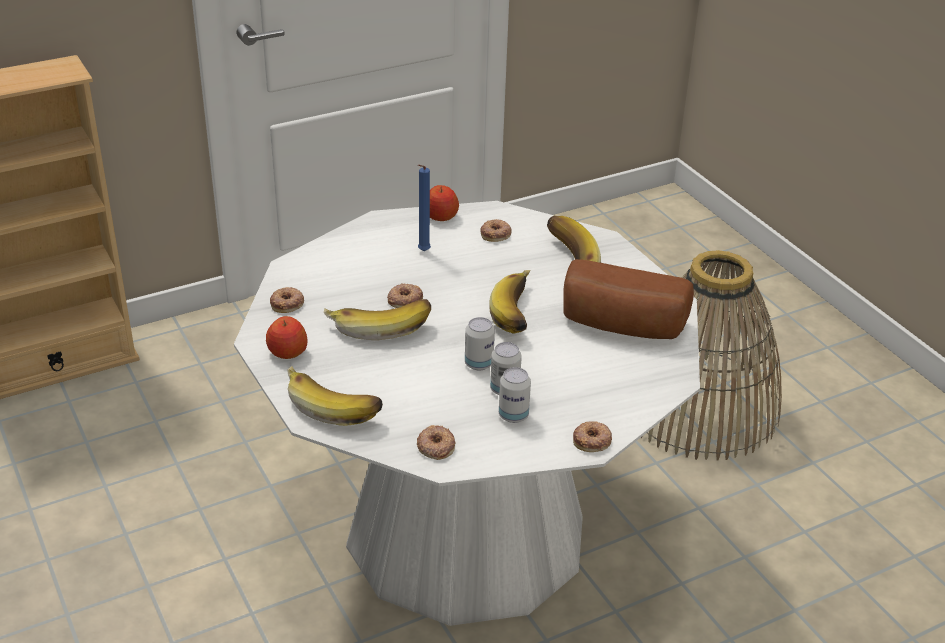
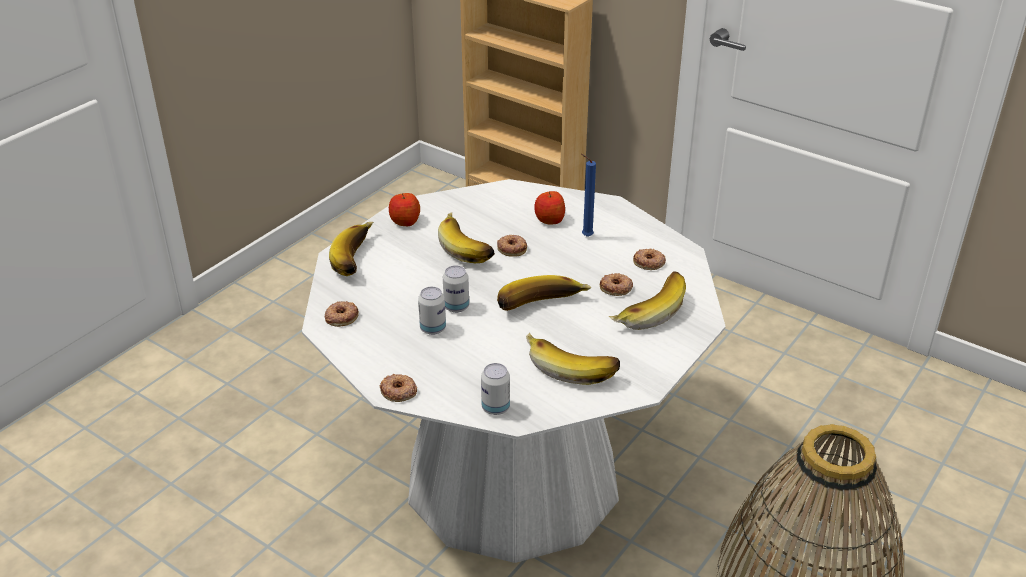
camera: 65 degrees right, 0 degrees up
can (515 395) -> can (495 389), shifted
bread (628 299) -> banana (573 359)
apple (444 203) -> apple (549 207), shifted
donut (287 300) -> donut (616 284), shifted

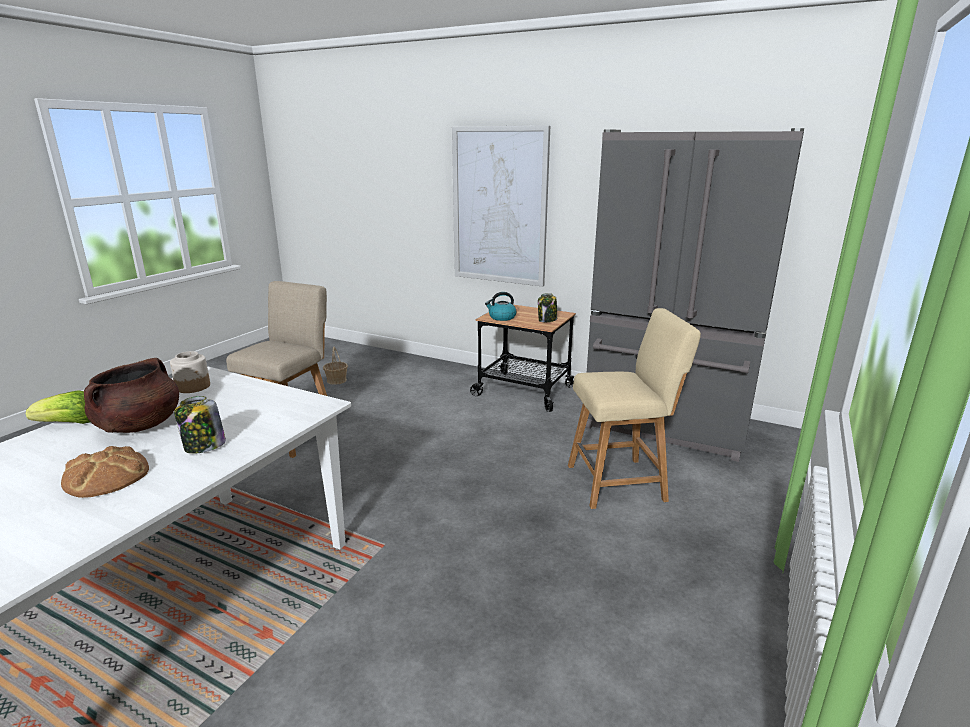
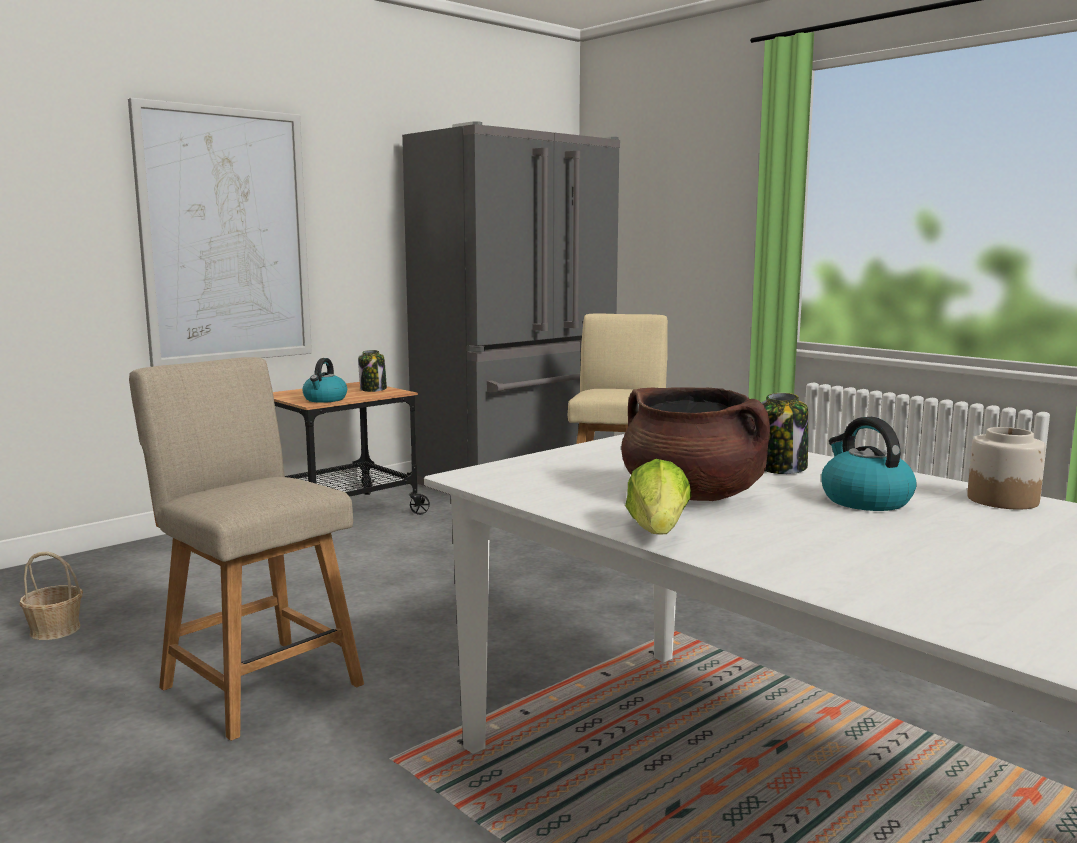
camera: 70 degrees left, 10 degrees down
bread (105 472) -> kettle (869 464)
jar (190 372) -> jar (1006 468), shifted

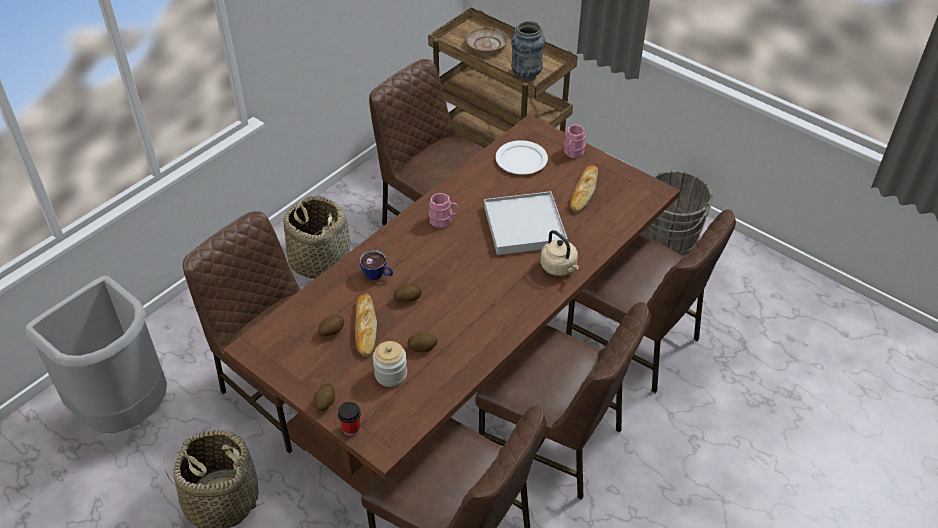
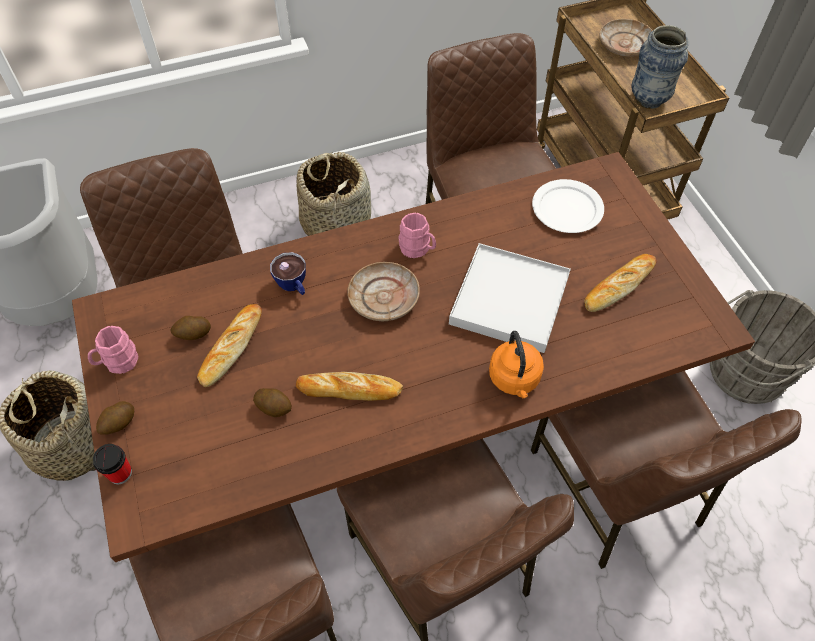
camera: 30 degrees right, 10 degrees up
pink mug (575 141) -> pink mug (113 350), shifted
none -> bread (349 386)
none -> beige plate (383 291)
beige kettle (559 253) -> orange kettle (516 364)
jar (390 364) -> none
potato (407 293) -> none

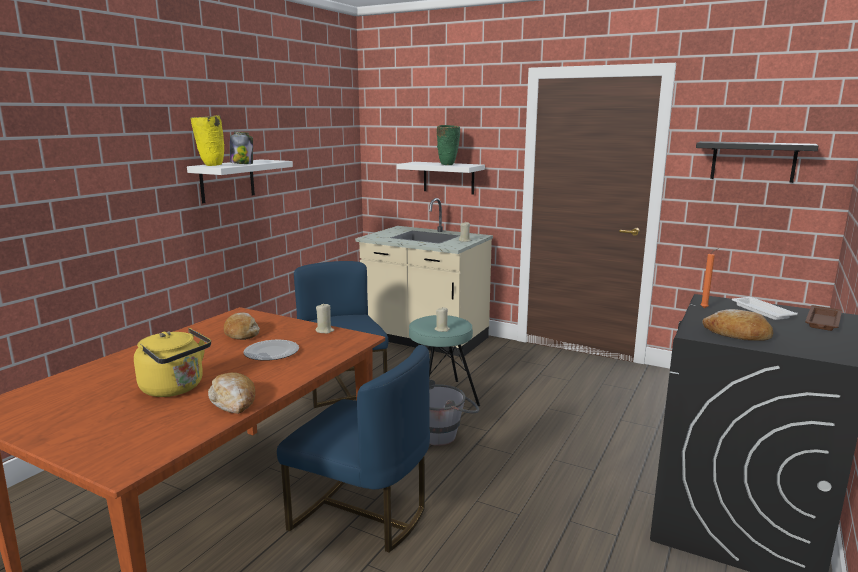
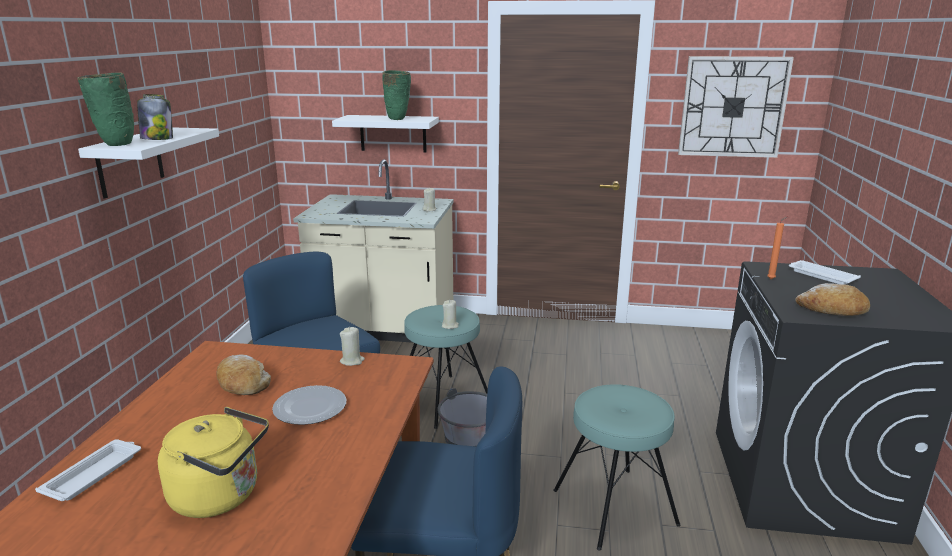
camera: 20 degrees left, 5 degrees up
none -> white tray (88 470)
yellow vase (207 140) -> green vase (105 109)
none -> turquoise stool (617 467)
black shelf (757 162) -> wall clock (736 107)
bread (231 393) -> none
brown tray (823 318) -> none

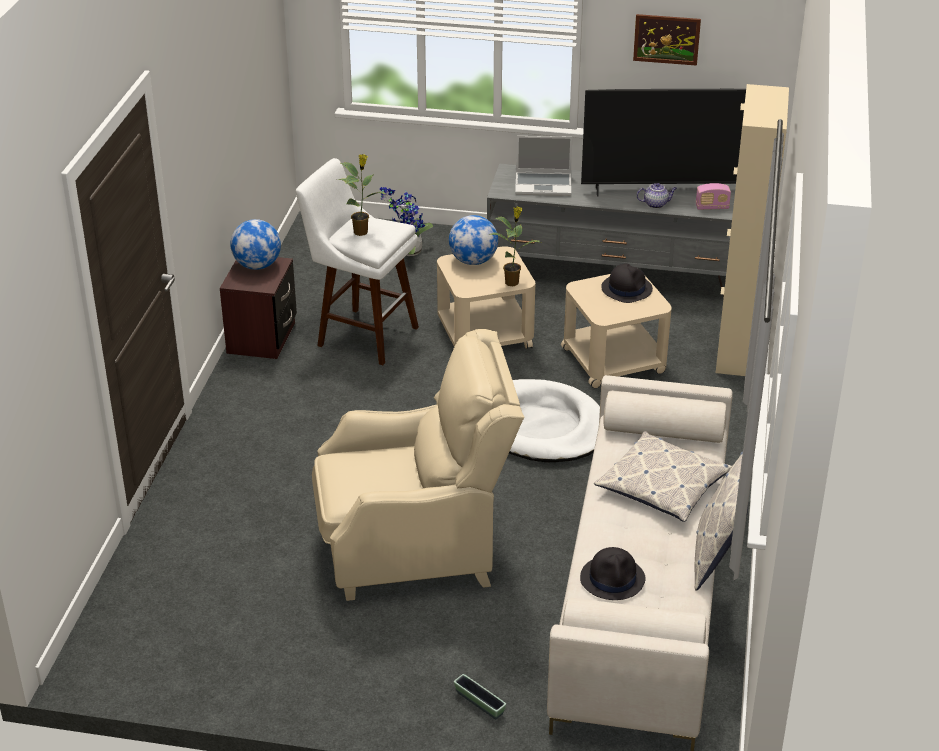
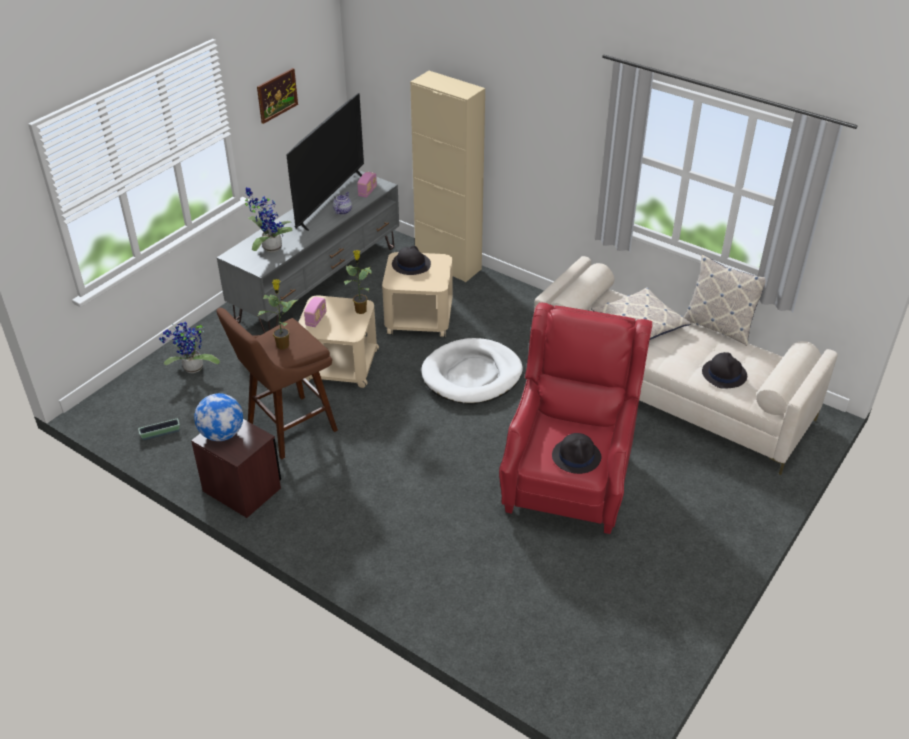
camera: 65 degrees left, 5 degrees up
planter (480 696) -> planter (159 429), shifted
white stool (357 261) -> brown stool (277 383)
laptop (543 166) -> potted plant (268 219)
globe (473 240) -> radio (315 312)
beige armchair (418 465) -> red armchair (575 418)
none -> black hat (576 453)

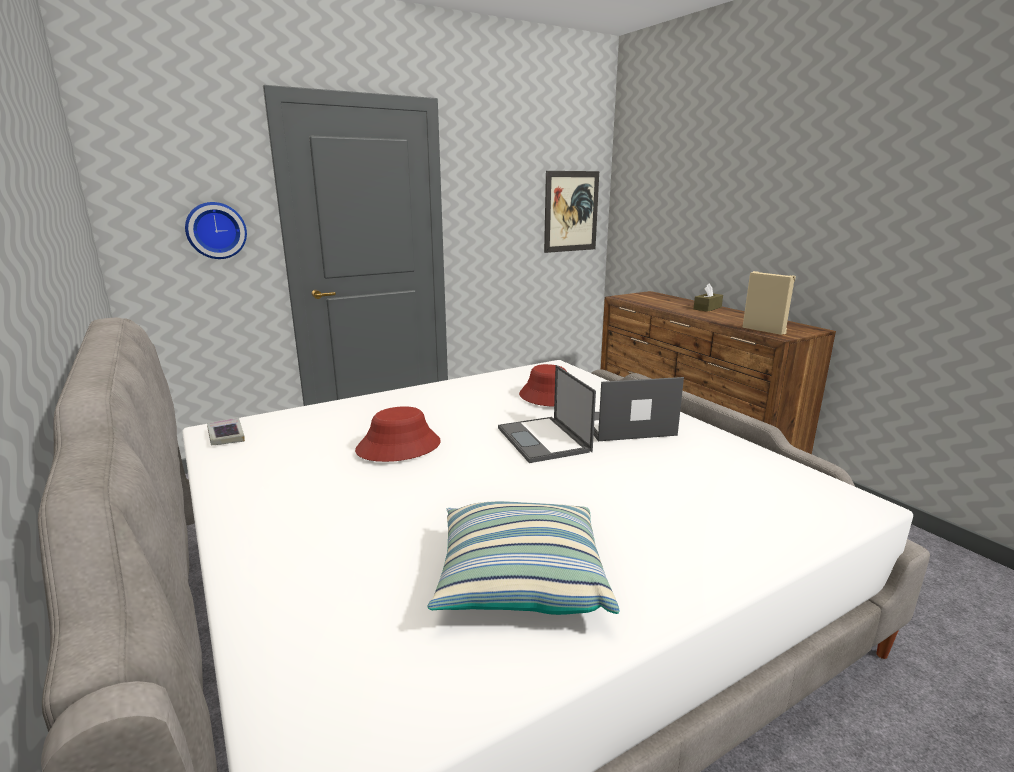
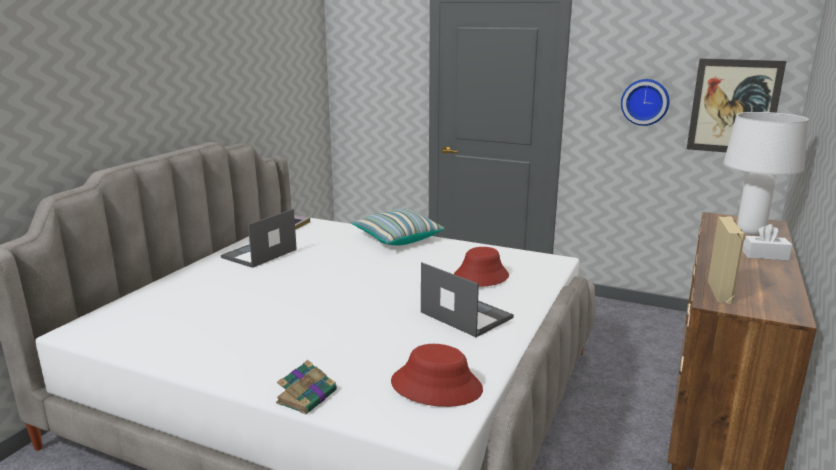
camera: 55 degrees right, 0 degrees up
laptop (547 414) -> laptop (258 238), shifted
none -> book (306 387)
pillow (524 558) -> pillow (398 226), shifted
red hat (398 434) -> red hat (437 375), shifted
wall clock (216 230) -> wall clock (645 102), shifted
none -> white table lamp (766 173)
brown tissue box (708 297) -> white tissue box (767 242)

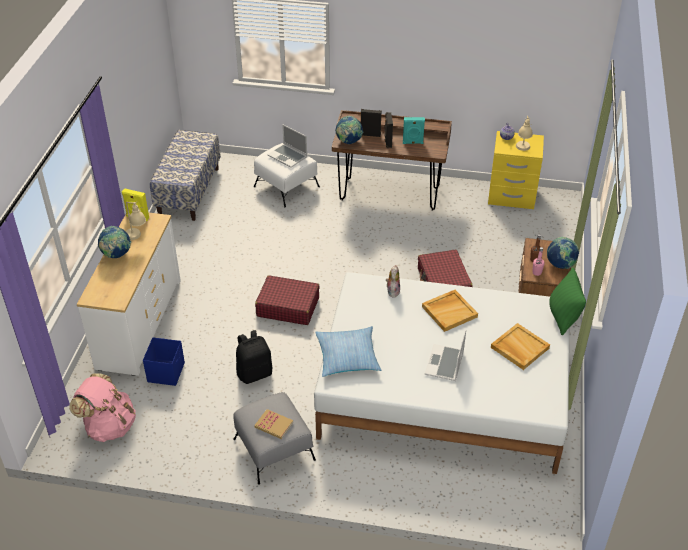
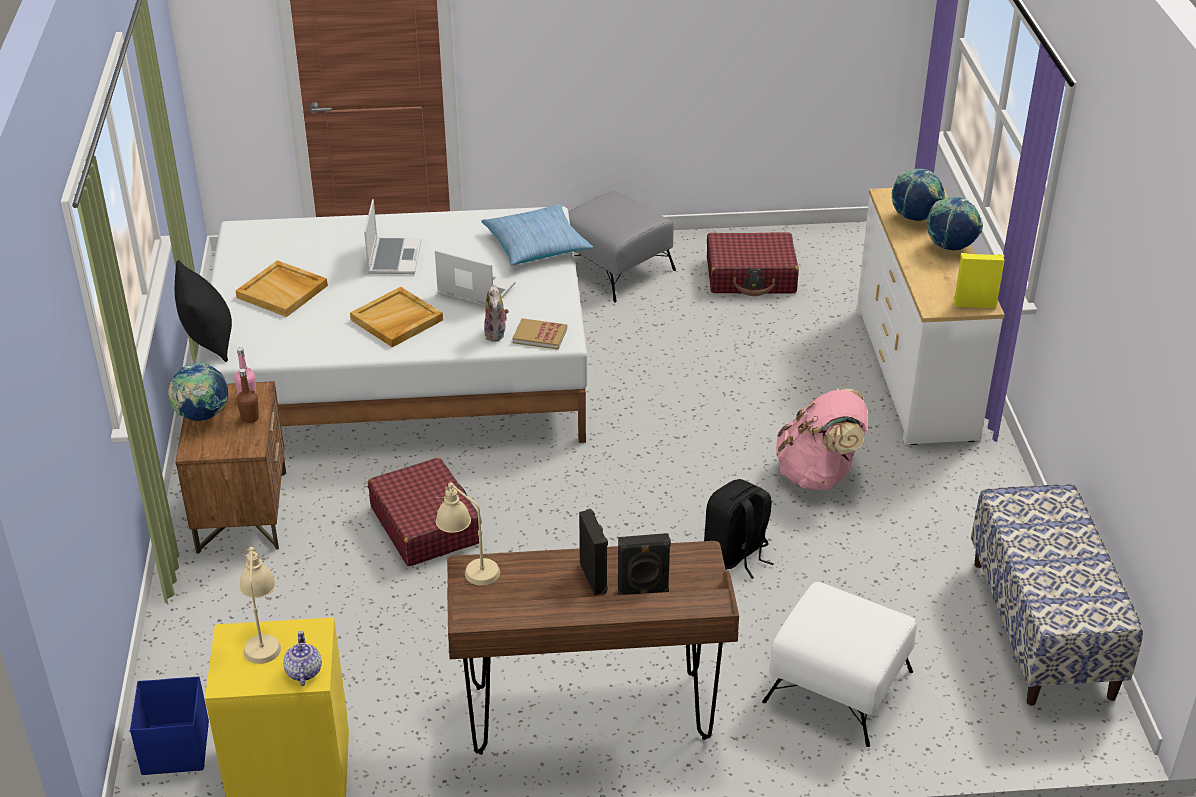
camera: 165 degrees right, 5 degrees down
blue storage box (164 361) -> blue storage box (169 725), shifted
green pillow (567 301) -> black pillow (203 311)
laptop (288 146) -> laptop (475 278), shifted
beige table lamp (136 221) -> beige table lamp (468 534), shifted
book (274 424) -> book (539 333), shifted
black backpack (254 357) -> black backpack (739 529), shifted
red suitcase (287 300) -> red suitcase (753 264), shifted
pink backpack (102 408) -> pink backpack (822 439), shifted
globe (349 130) -> globe (918 195), shifted
turquoise speaker (414 130) -> none

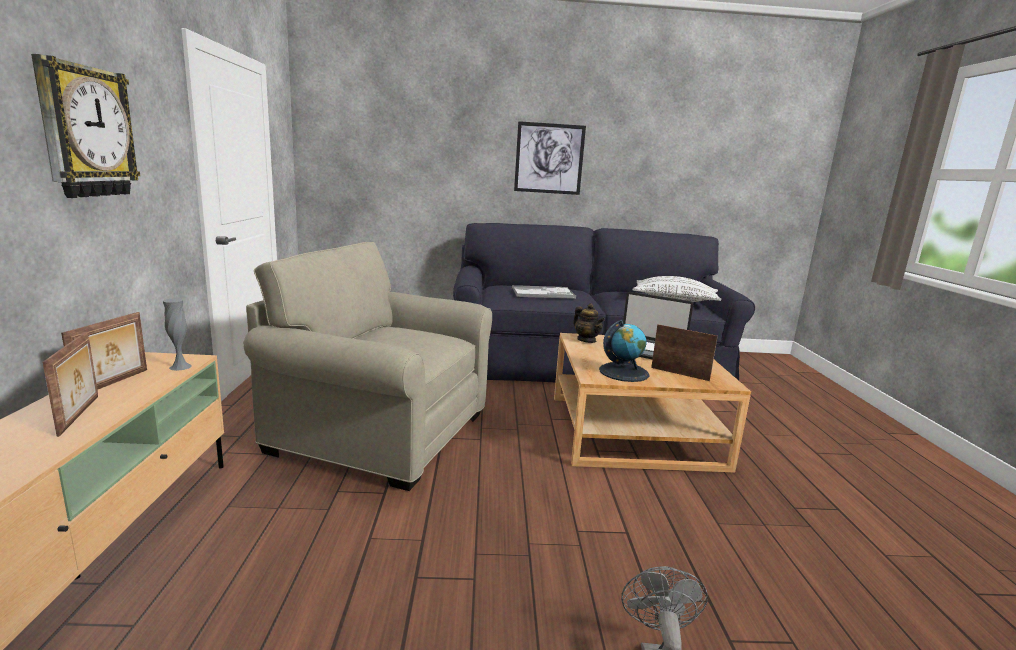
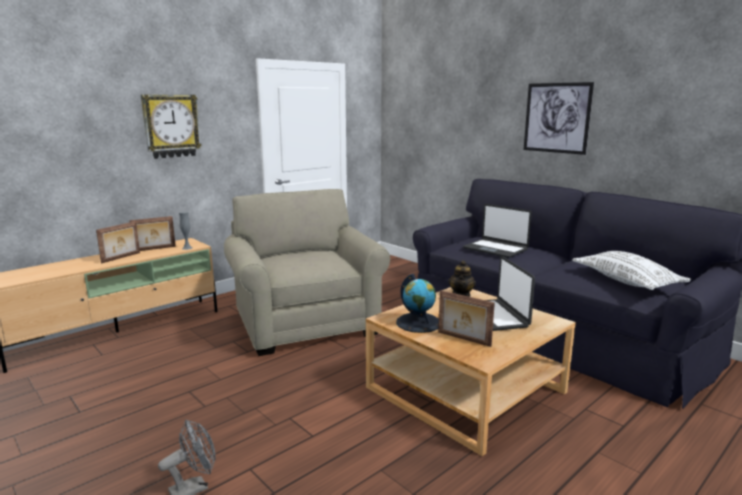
camera: 50 degrees right, 0 degrees up
picture frame (684 352) -> picture frame (466 318), 135 degrees clockwise
tray (544 292) -> laptop (497 231)

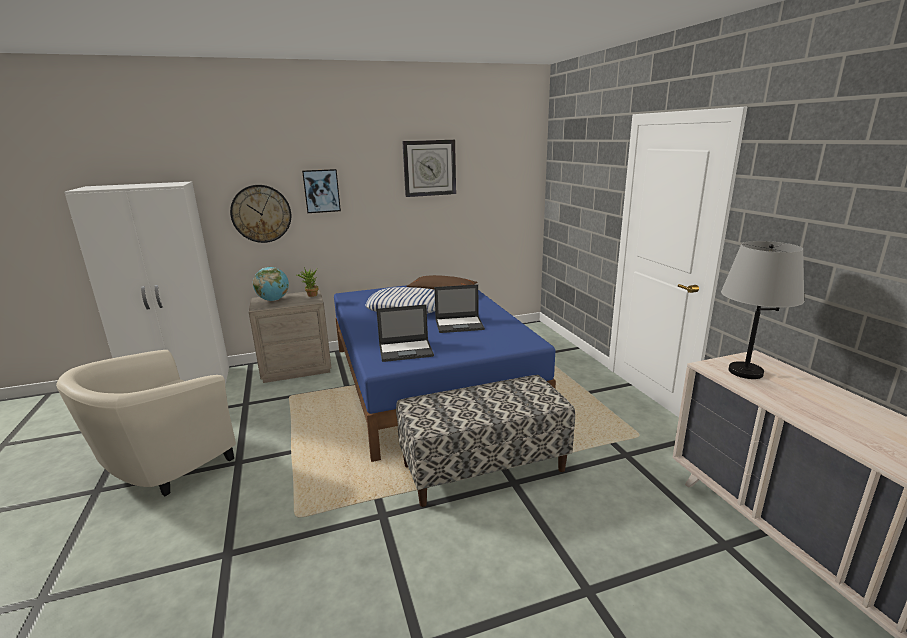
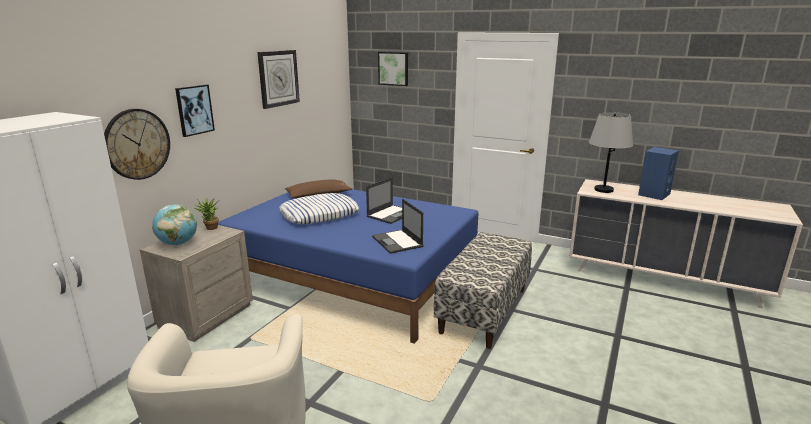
camera: 45 degrees left, 0 degrees up
laptop (405 333) -> laptop (397 226), 120 degrees clockwise
none -> picture (393 69)
none -> blue speaker (658 173)

